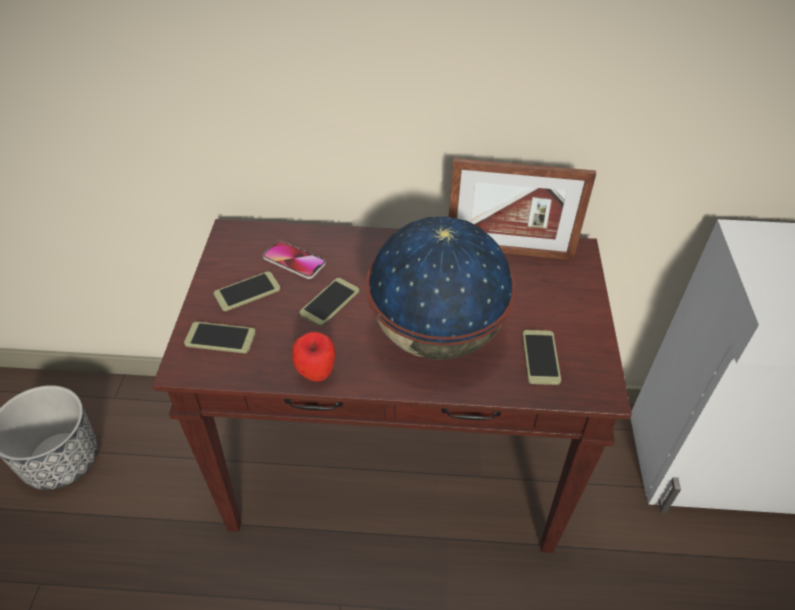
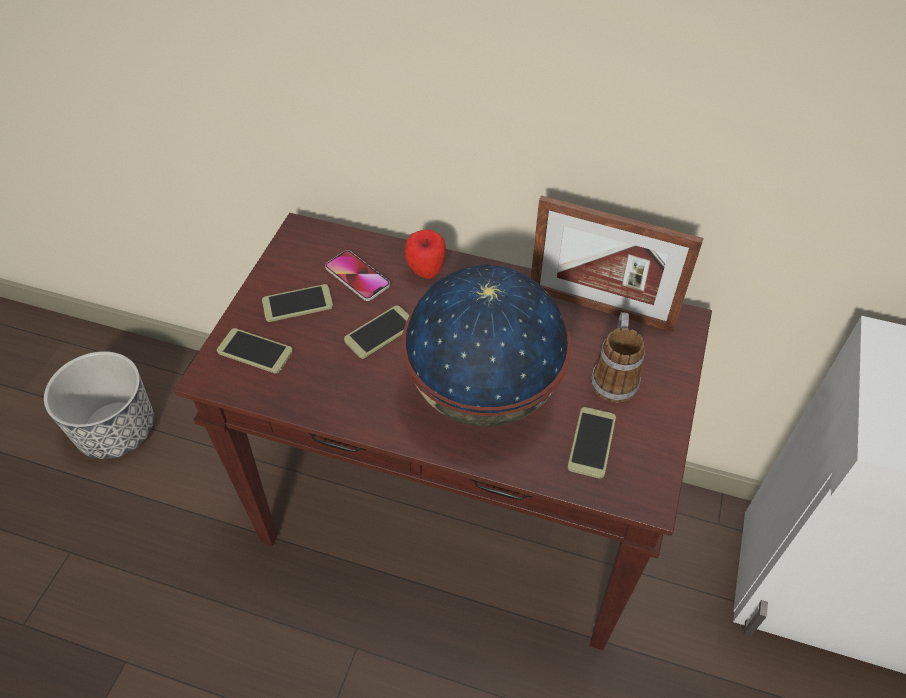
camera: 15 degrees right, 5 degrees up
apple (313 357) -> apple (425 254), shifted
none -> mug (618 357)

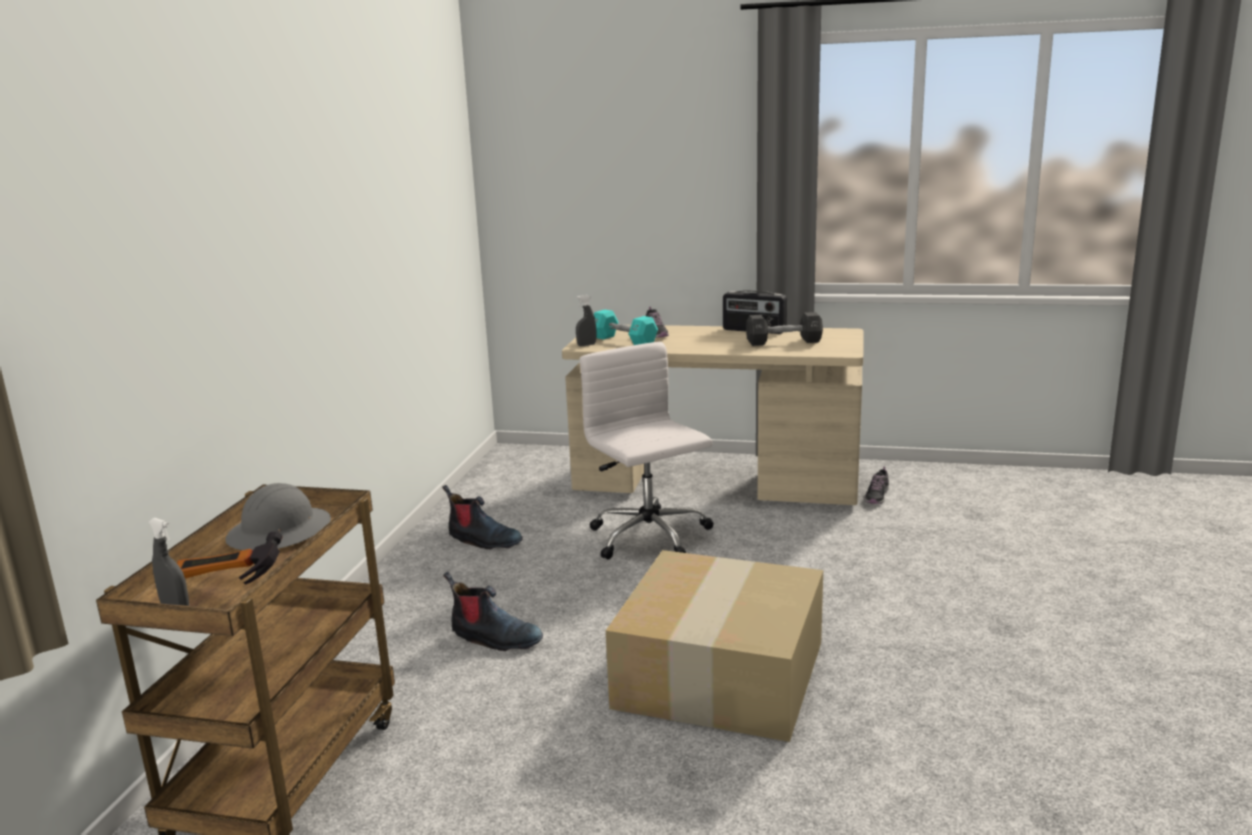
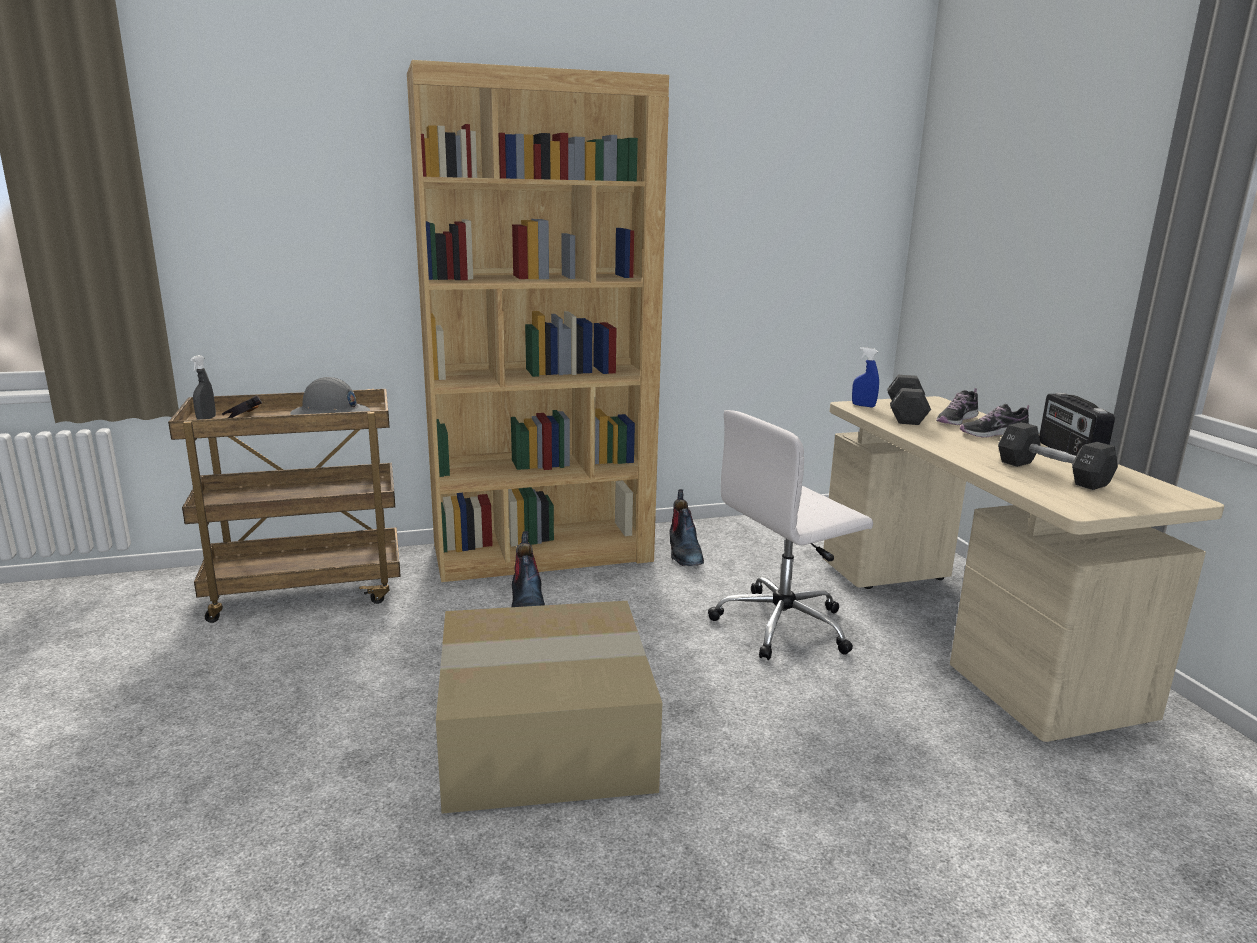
camera: 60 degrees right, 0 degrees up
none -> brown bookcase (538 321)
white office chair (646 451) -> white office chair (790 535), 150 degrees counterclockwise
grey spray bottle (586 320) -> blue spray bottle (865 377)
turquoise dumbbell (626 327) -> black dumbbell (909 400)
shoe (876 485) -> shoe (994 421), shifted

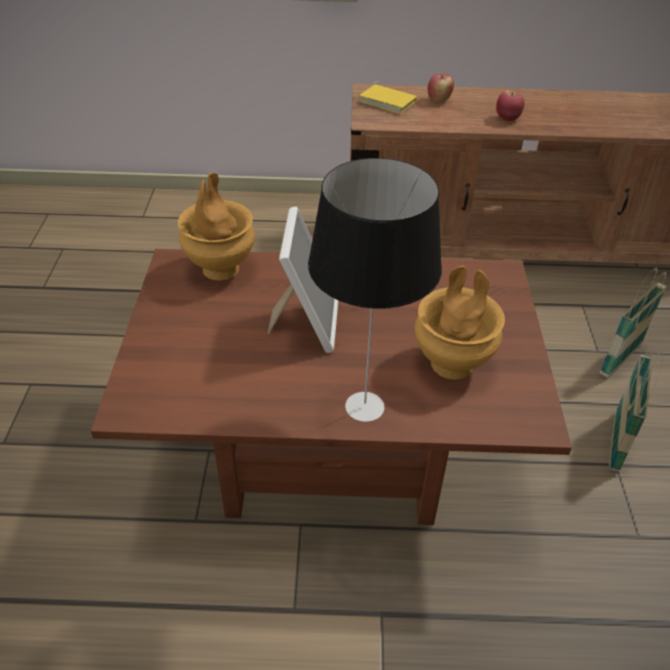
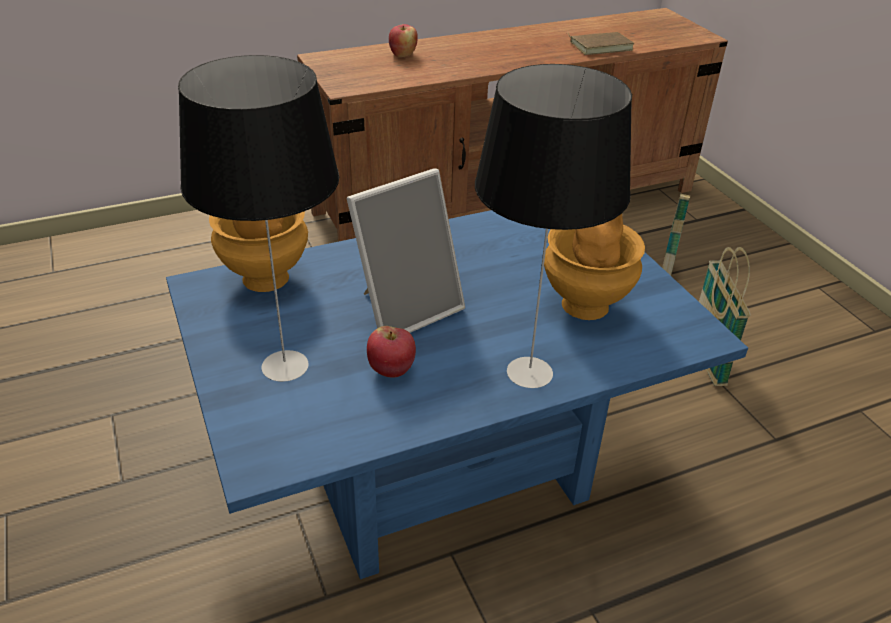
camera: 25 degrees left, 5 degrees down
brown coffee table (331 387) -> blue coffee table (457 394)
none -> table lamp (258 218)
picture frame (303 279) -> picture frame (406 251), 75 degrees clockwise
apple (510 105) -> apple (391 351), shifted
none -> brown book (601 43)
yellow book (387 97) -> none

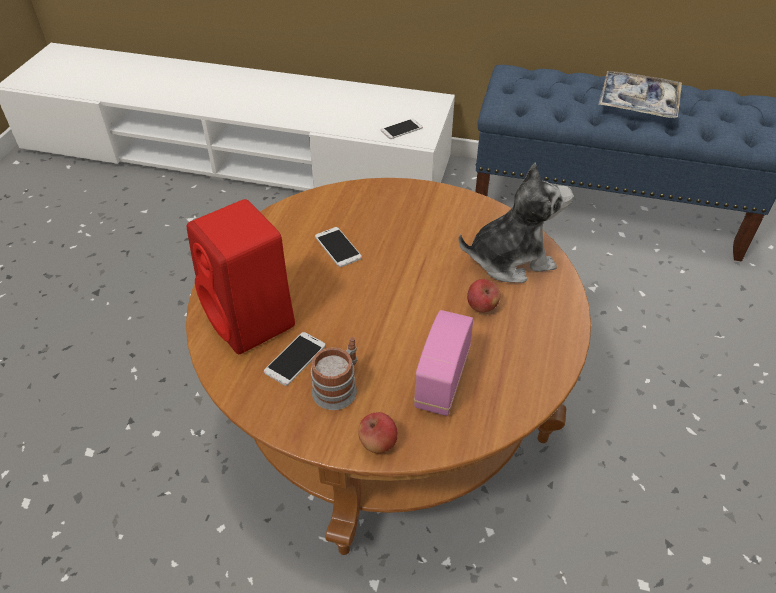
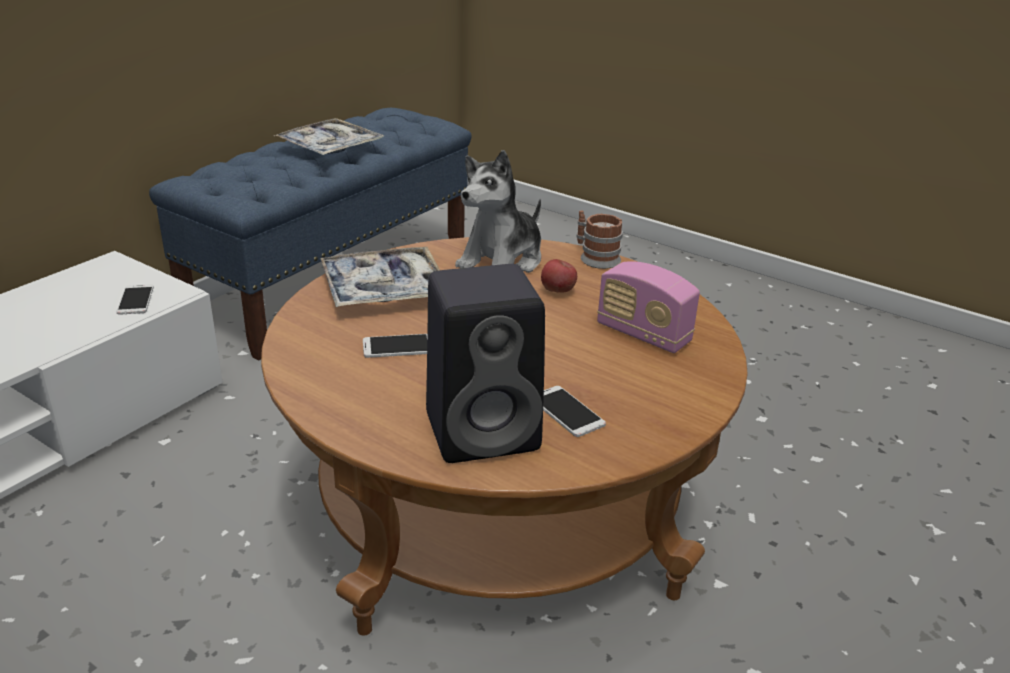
camera: 70 degrees left, 15 degrees down
none -> tray (380 277)
red speaker (241 276) -> black speaker (485 363)
plush toy (515 223) -> plush toy (498 211), 150 degrees counterclockwise
mug (334 373) -> mug (600 239), shifted
apple (378 432) -> none

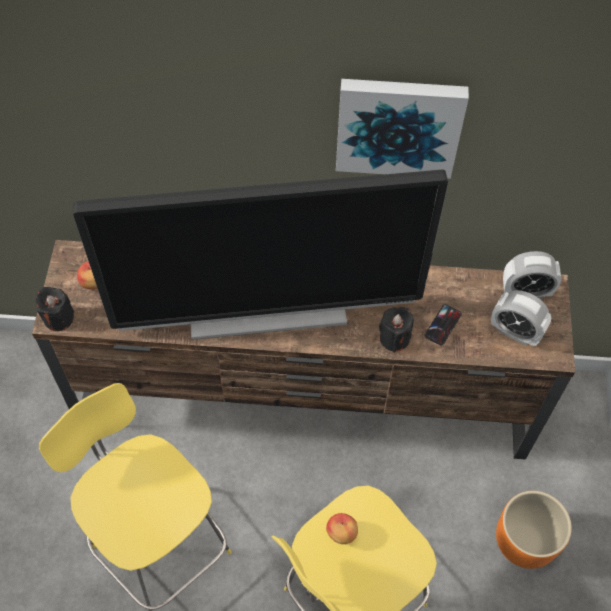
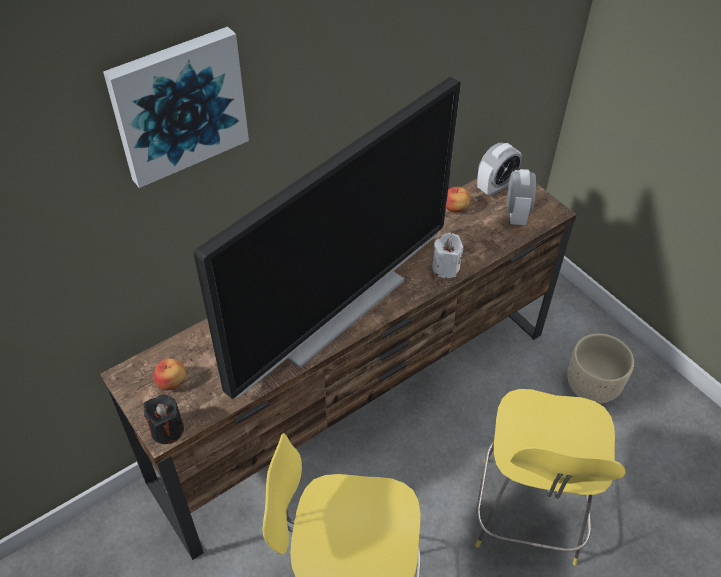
camera: 40 degrees left, 10 degrees down
picture (402 129) -> picture (176 107), shifted
black candle (396 330) -> white candle (447 255)
apple (342 528) -> apple (458 200), shifted
alarm clock (521 318) -> alarm clock (521 197), 75 degrees counterclockwise
orange planter (534 530) -> beige planter (600 368)
phone (443 325) -> none

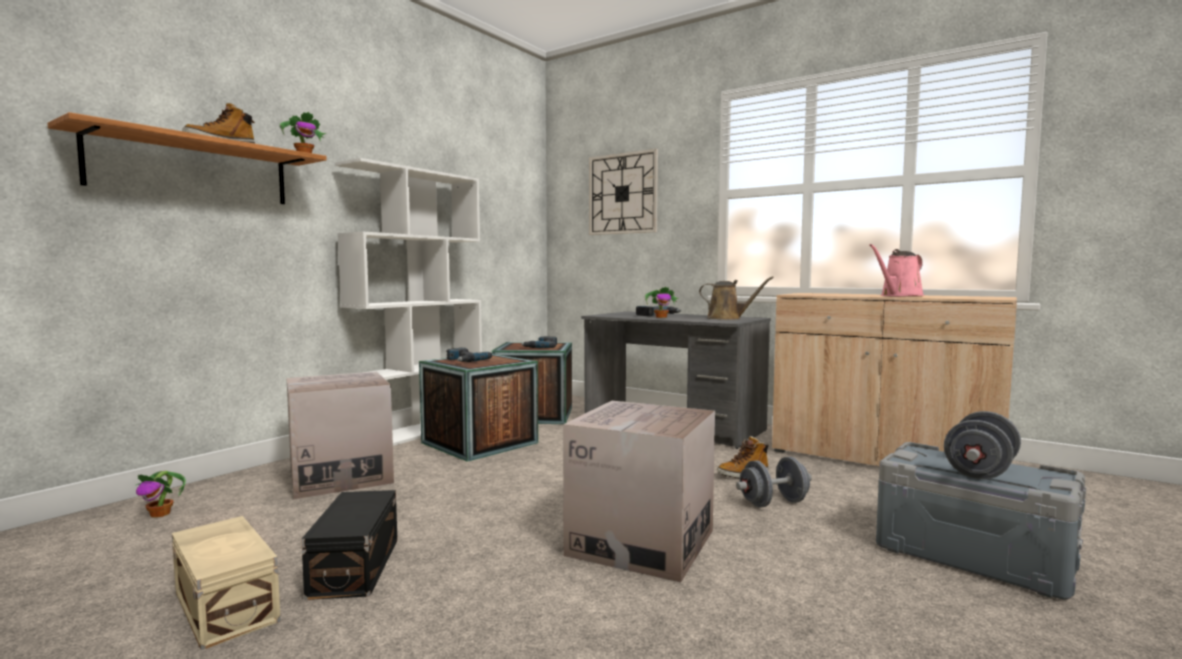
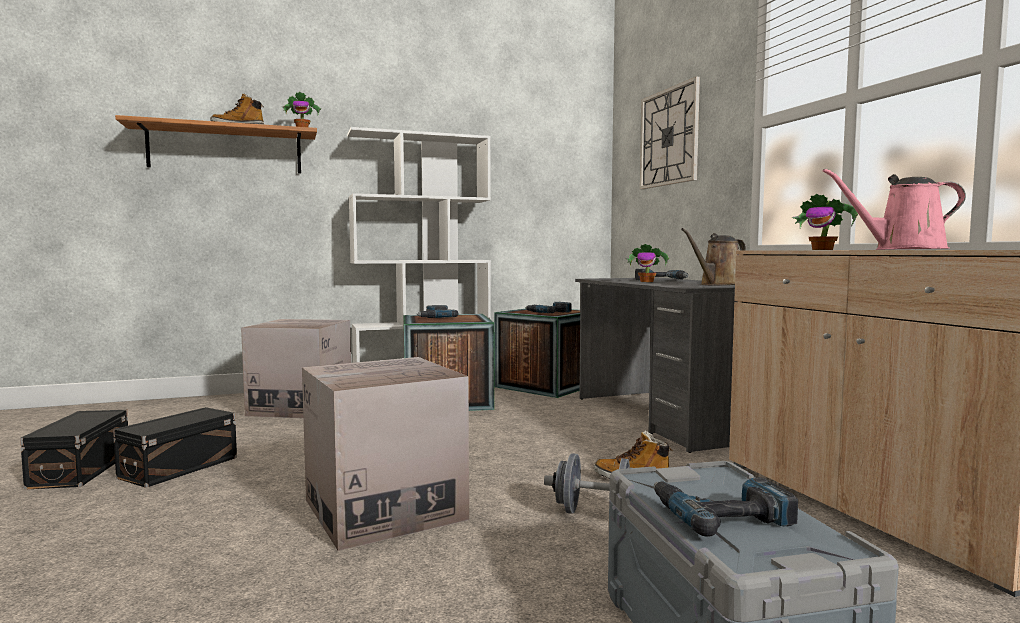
camera: 35 degrees right, 0 degrees up
beige storage box (226 583) -> black storage box (74 450)
grey dumbbell (982 445) -> power drill (726 507)
brown watering can (736 298) -> brown watering can (713 257), 90 degrees clockwise
potted plant (161 494) -> potted plant (825 222), shifted

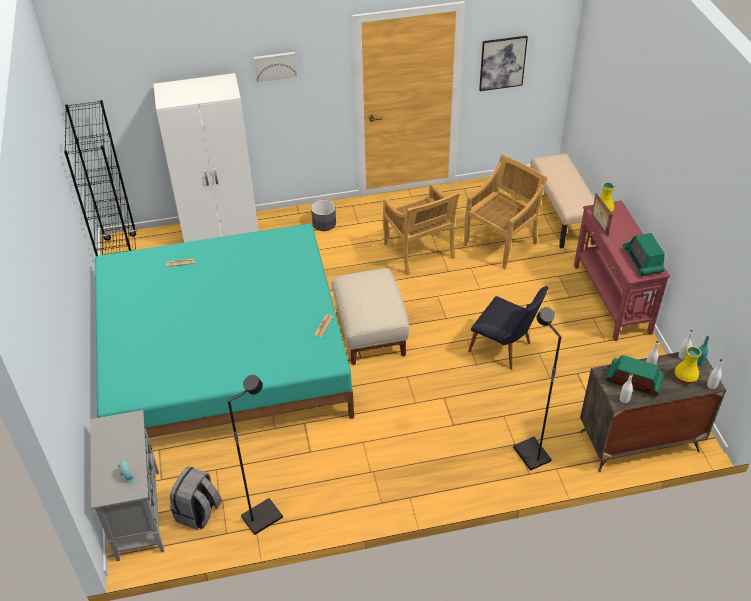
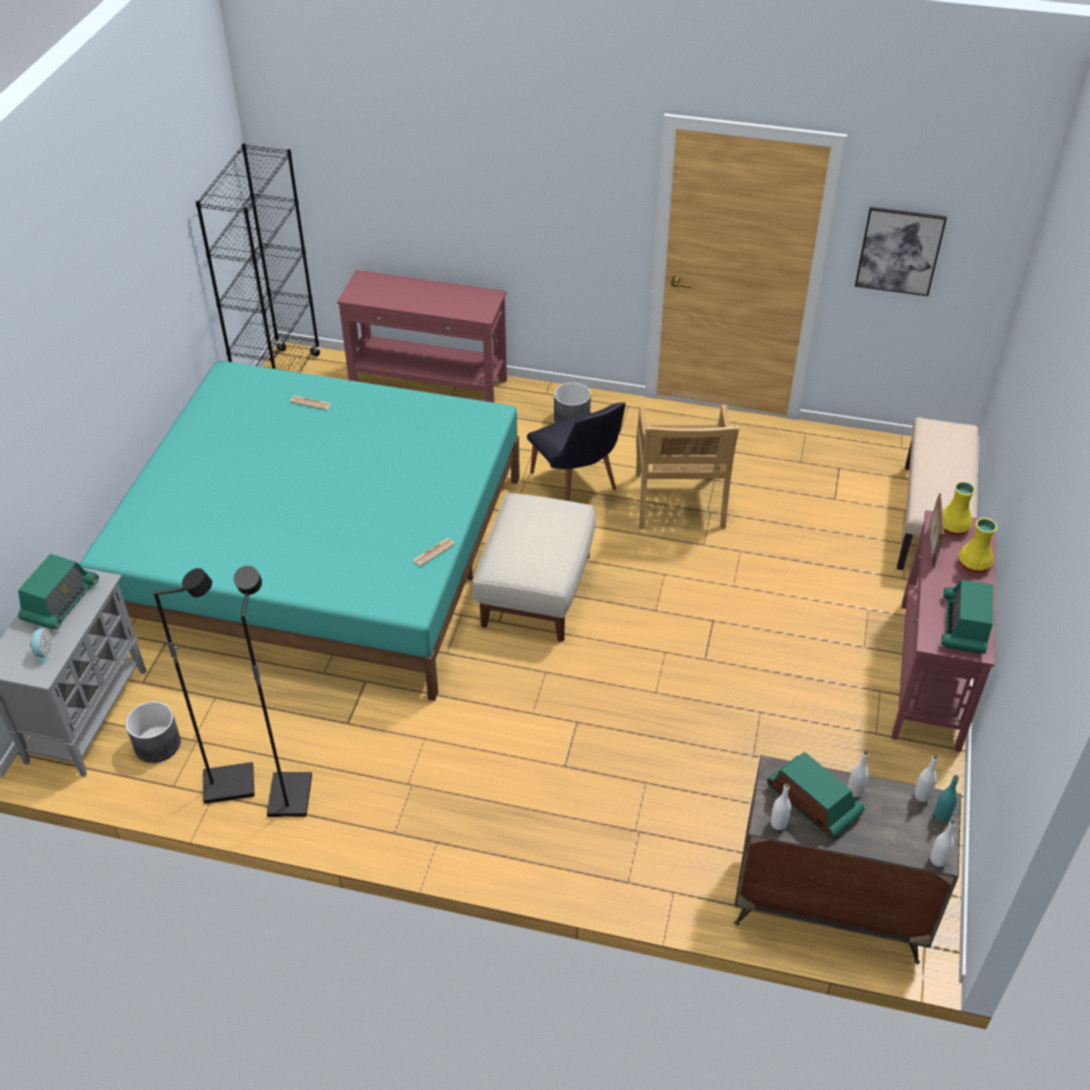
camera: 25 degrees right, 0 degrees up
none -> radio (58 592)
grey backpack (196 498) -> grey planter (153 732)
black floor lamp (537 389) -> black floor lamp (273 691), shifted
white wardrobe (206 157) -> red console table (422 336)
black chair (508 328) -> black chair (576 451), shifted
yellow vase (688 365) -> yellow vase (977 545), shifted
picture (275 67) -> none
beige chair (505 211) -> none

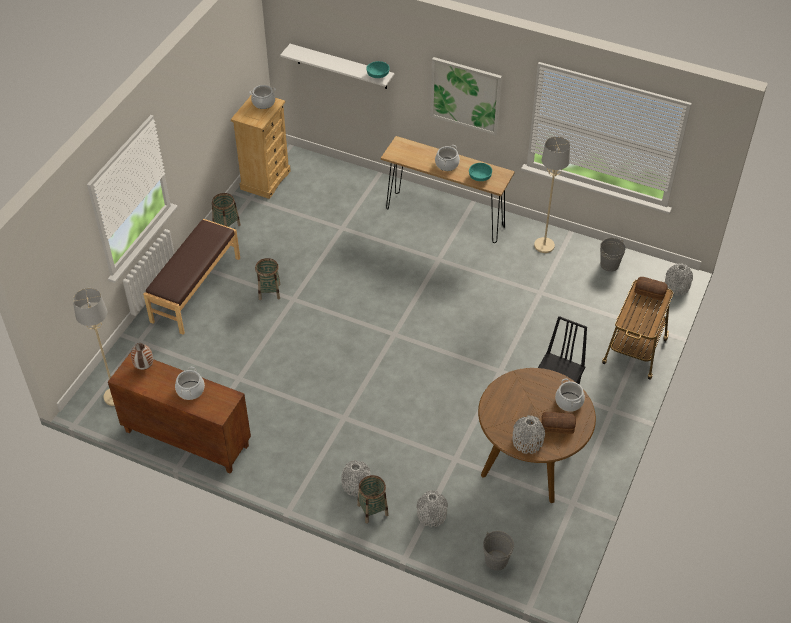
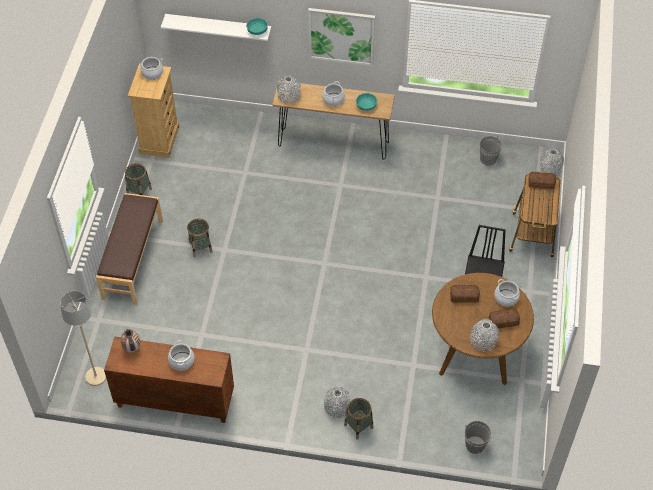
camera: 15 degrees left, 5 degrees up
grey vase (432 508) -> grey vase (289 89), shifted
none -> bread (465 294)
beige floor lamp (552 194) -> none

